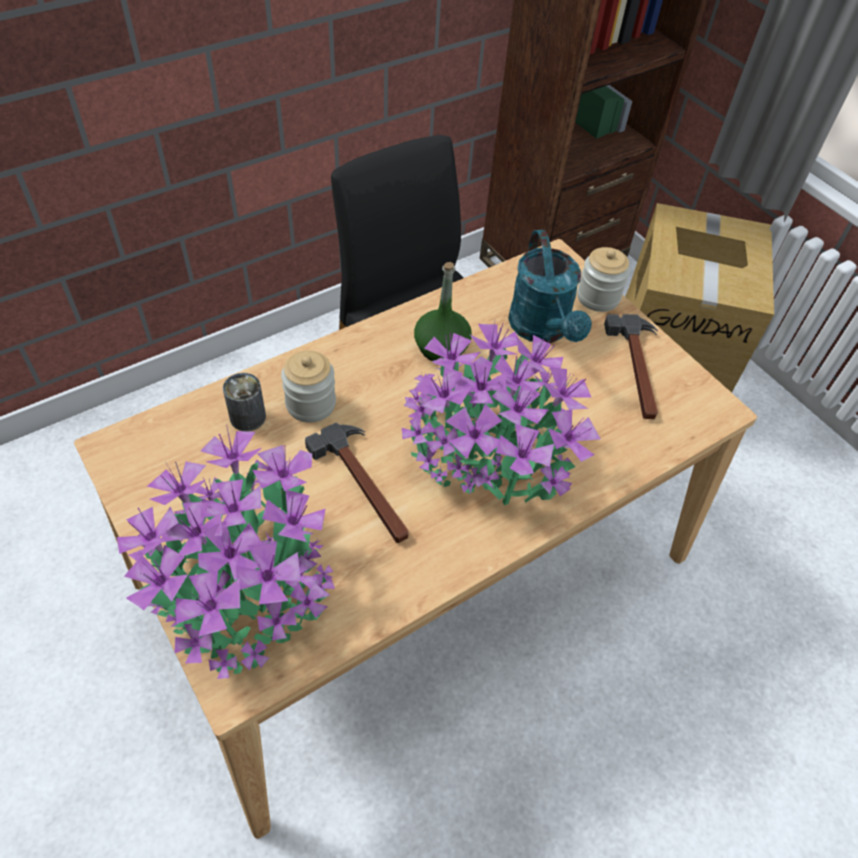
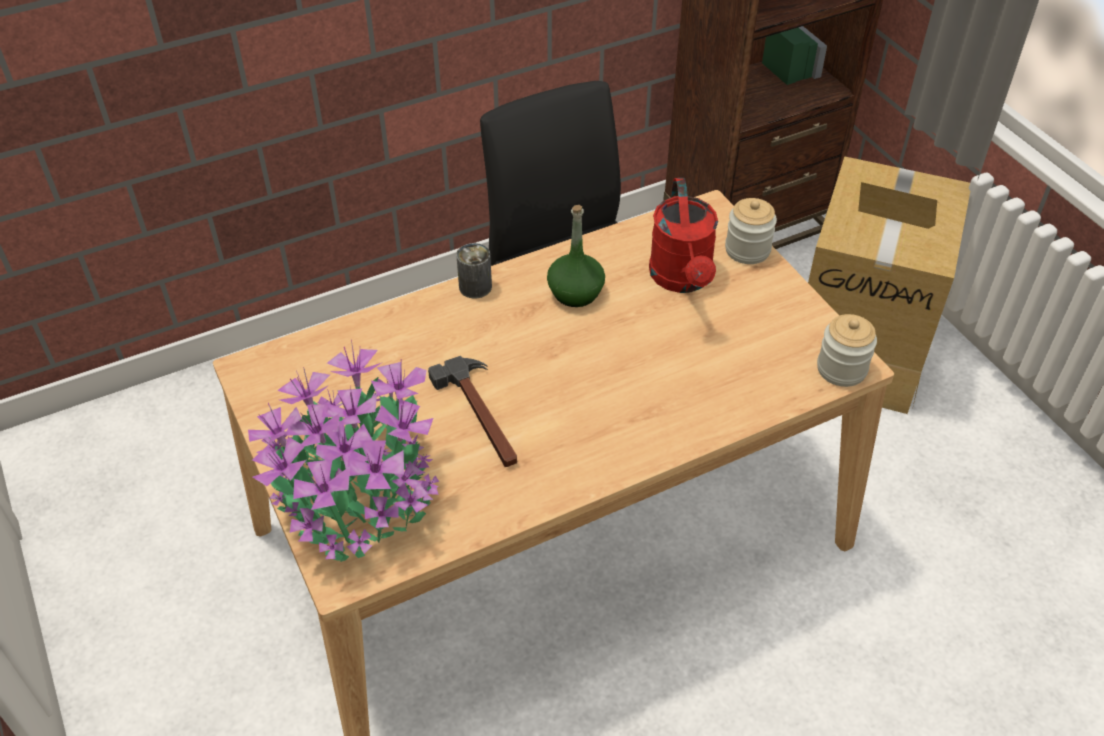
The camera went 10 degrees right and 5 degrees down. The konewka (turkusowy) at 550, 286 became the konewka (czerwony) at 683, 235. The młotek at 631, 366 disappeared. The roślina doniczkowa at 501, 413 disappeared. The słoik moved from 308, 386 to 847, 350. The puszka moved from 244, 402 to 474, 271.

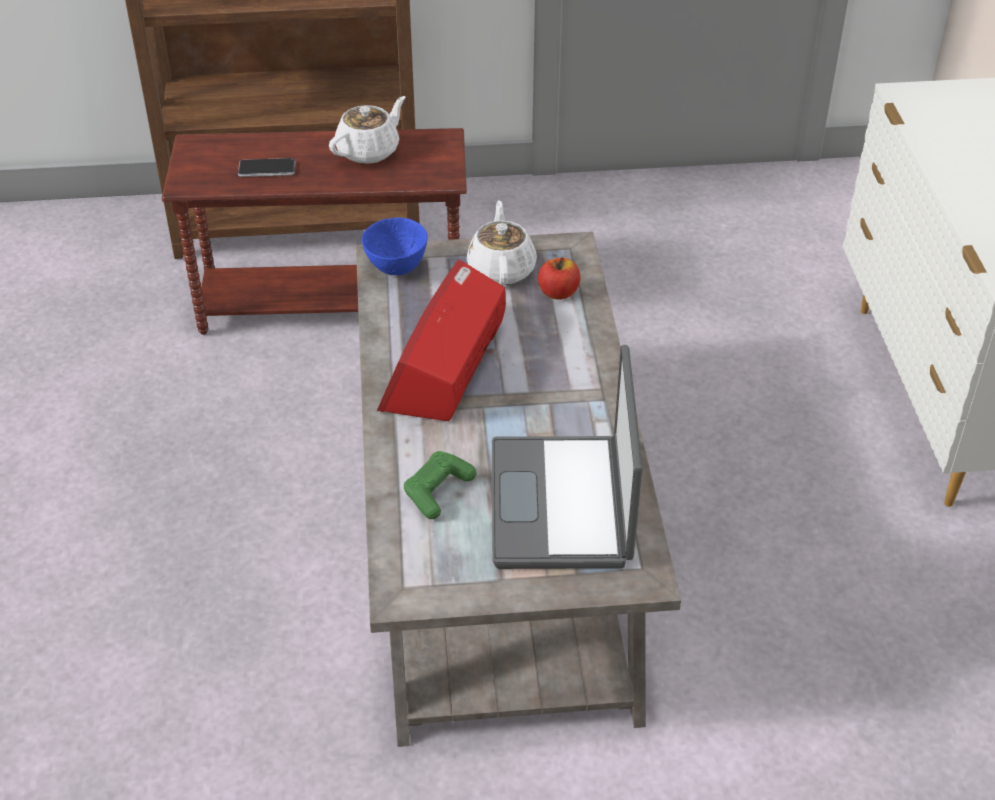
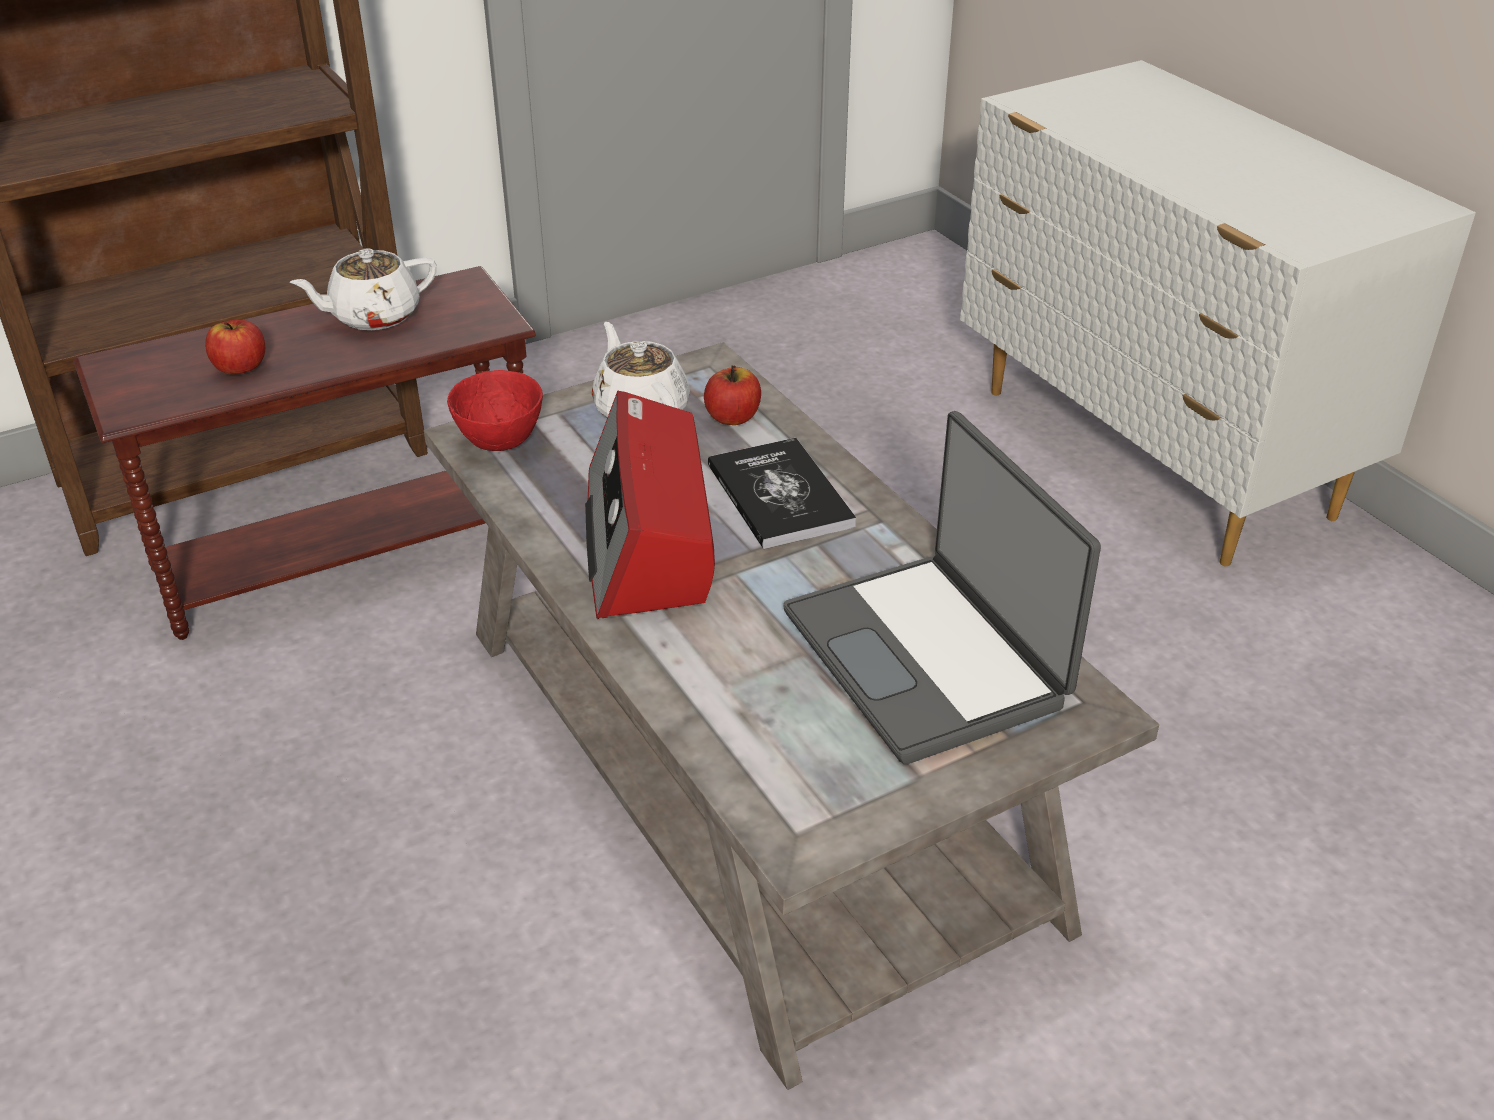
The camera went 25 degrees left and 5 degrees down. The imbryk (biały) at 367, 130 turned 135 degrees counterclockwise. The telefon at 266, 167 was replaced by the jabłko at 235, 347. The miska (niebieski) at 395, 246 became the miska (czerwony) at 495, 410. The pad do gier (zielony) at 440, 485 disappeared. The książka at 782, 493 appeared.

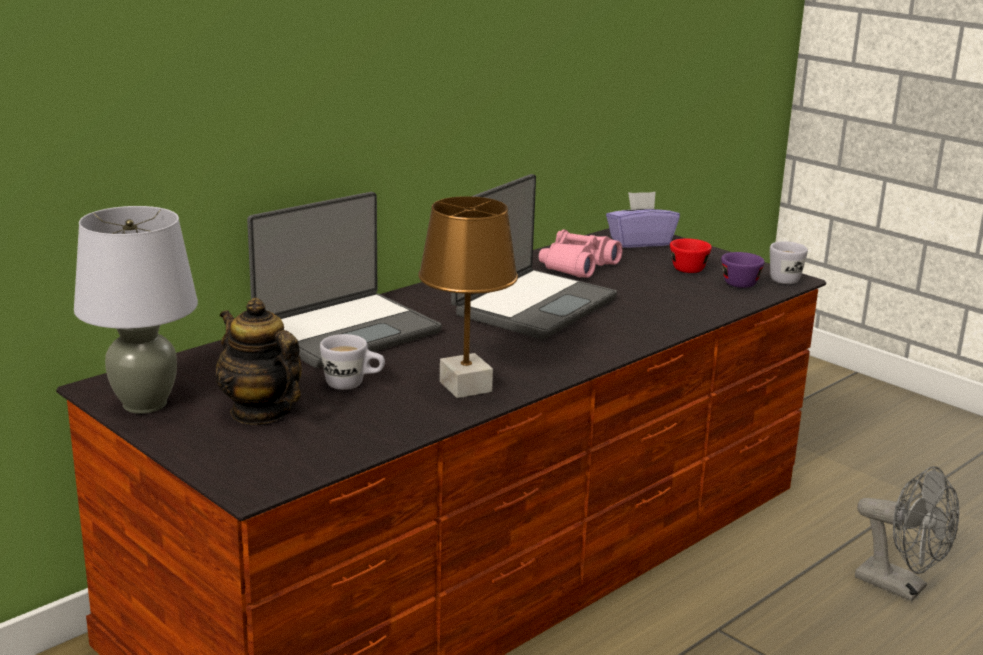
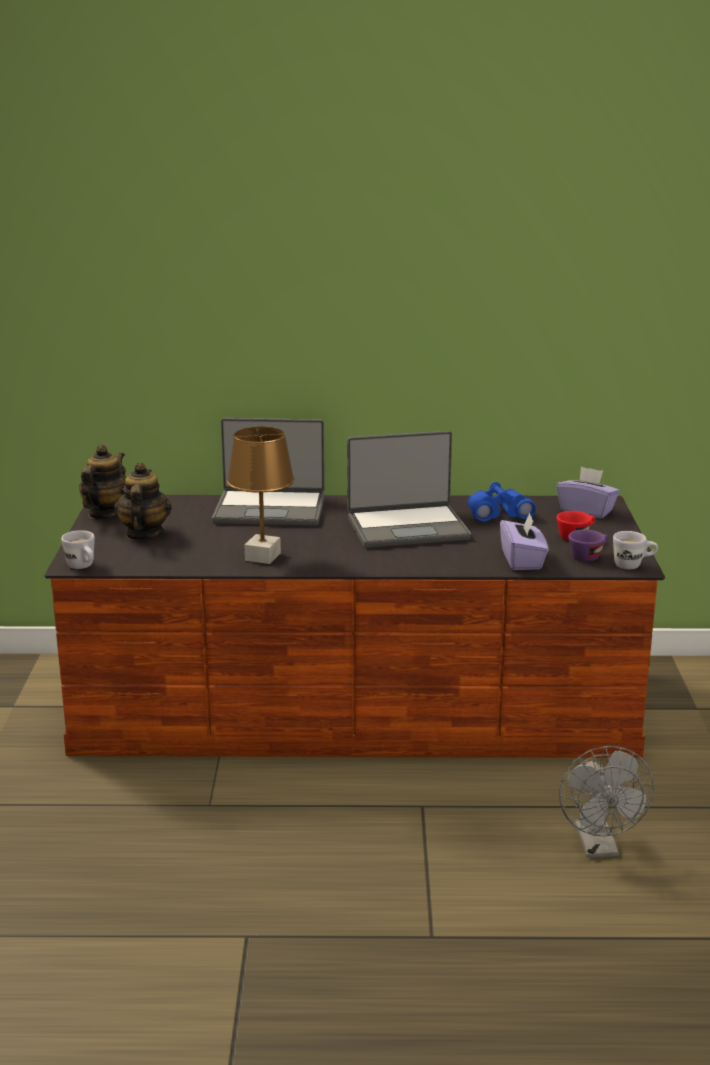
The camera went 45 degrees right and 0 degrees up. The lampa stołowa (szary) at 136, 310 was replaced by the imbryk at 102, 482. The lornetka (różowy) at 580, 253 became the lornetka (niebieski) at 501, 502. The kubek (biały) moved from 352, 362 to 78, 549. The pudełko chusteczek (fioletowy) at 524, 541 appeared.

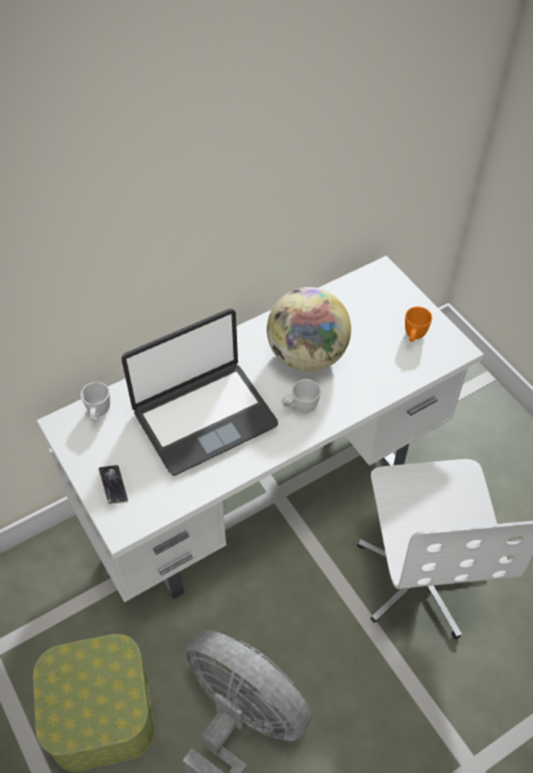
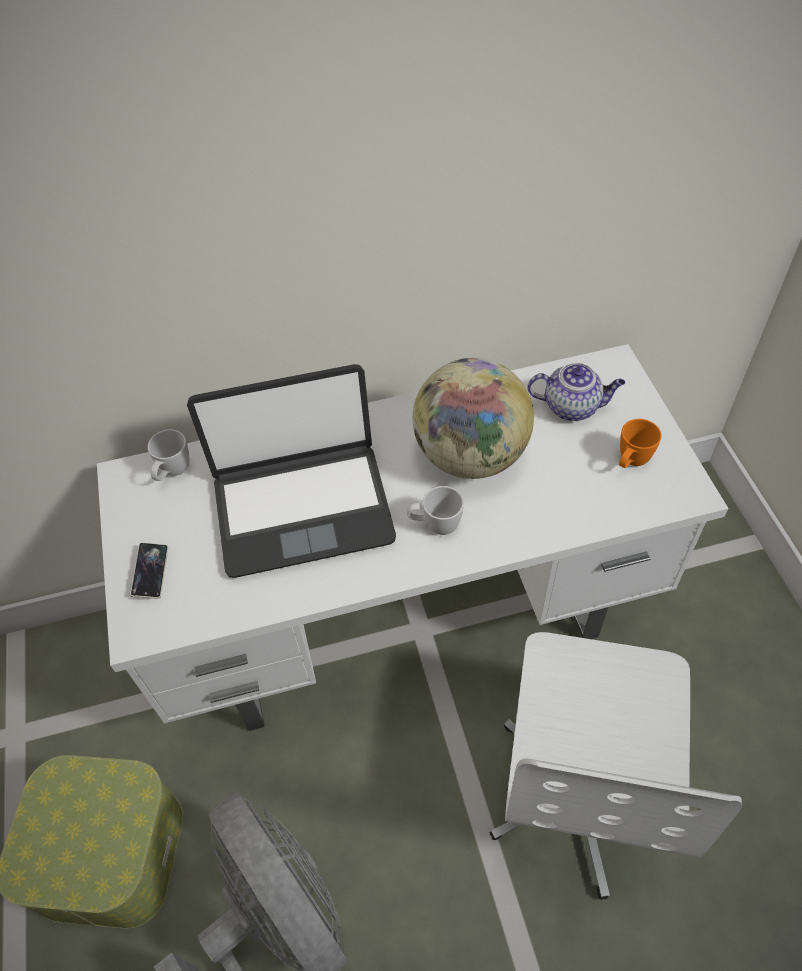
The camera went 20 degrees right and 0 degrees up. The imbryk at 576, 392 appeared.

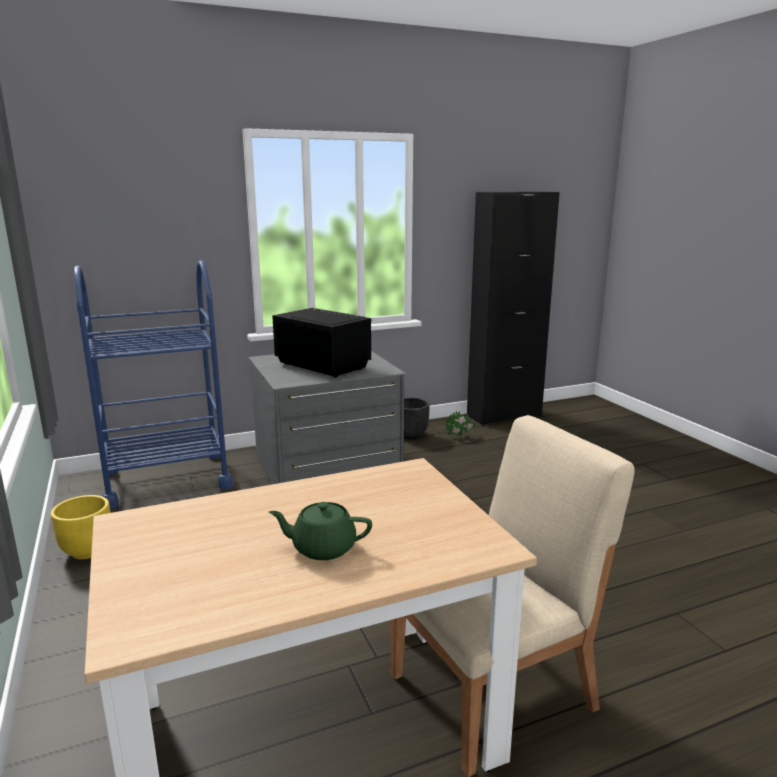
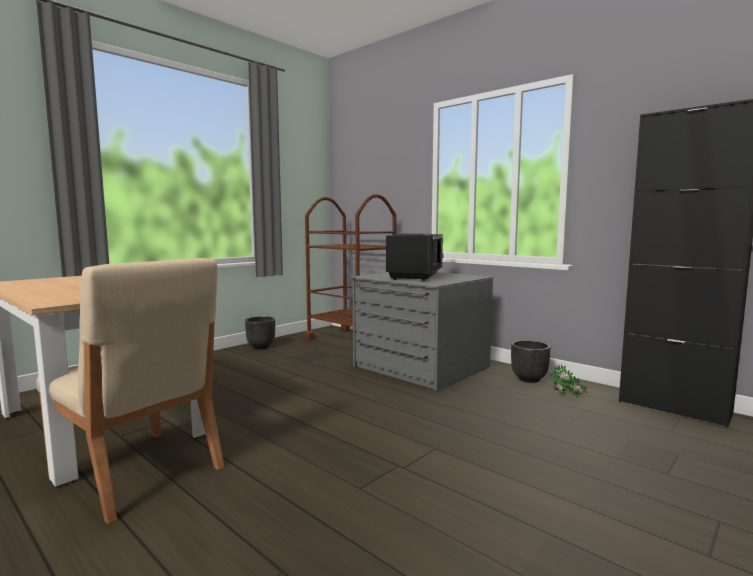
The camera went 65 degrees right and 10 degrees down. The wózek (niebieski) at 153, 384 became the wózek (brązowy) at 350, 267. The donica (żółty) at 80, 527 became the donica (czarny) at 260, 332. The imbryk (zielony) at 320, 531 disappeared.

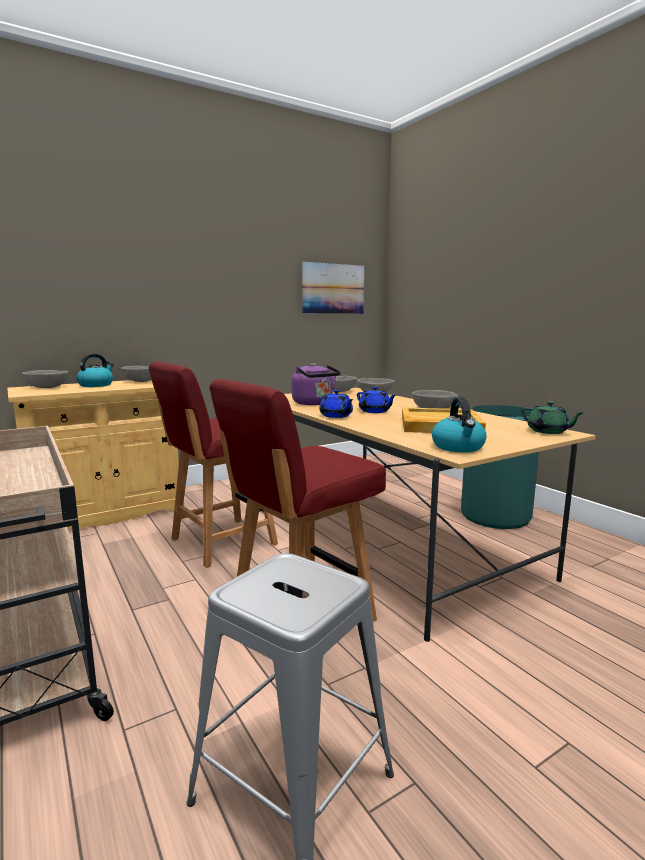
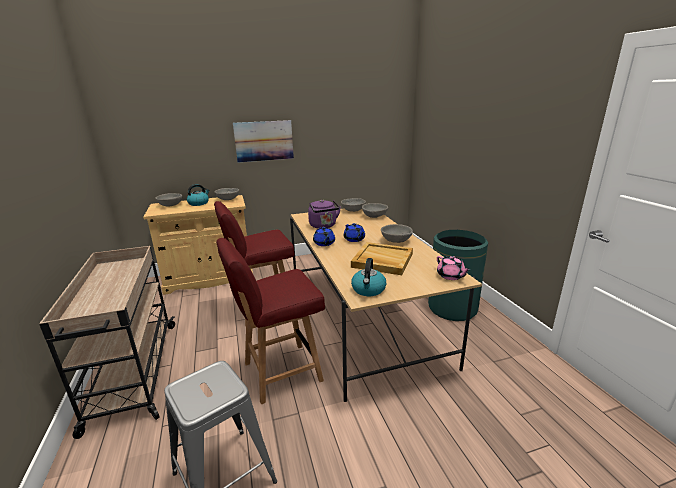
The camera went 15 degrees right and 10 degrees up. The obraz moved from 333, 288 to 263, 141. The imbryk (zielony) at 552, 418 became the imbryk (różowy) at 453, 268.

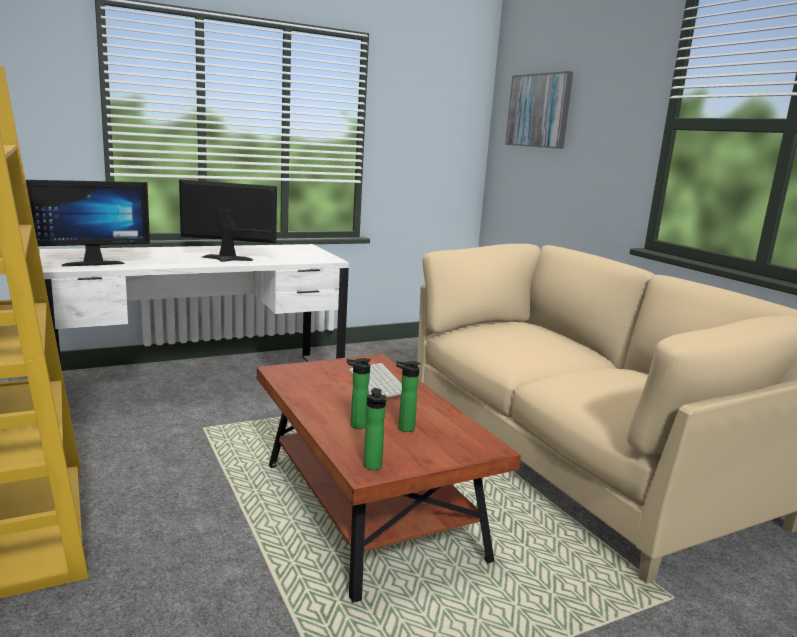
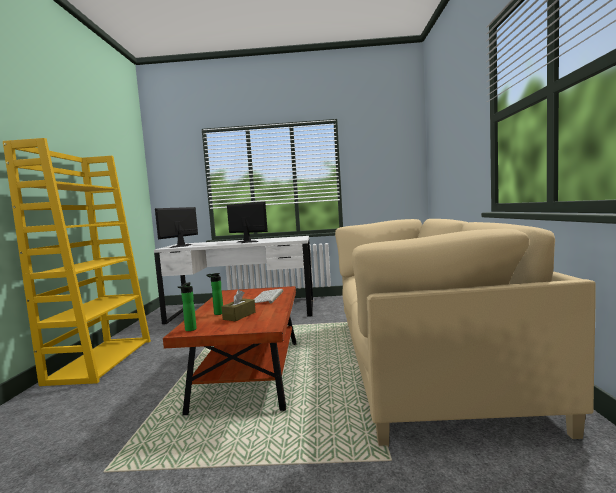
The camera went 30 degrees right and 10 degrees down. The obraz at 539, 110 disappeared. The monitor at 88, 223 turned 120 degrees clockwise. The butelka at 408, 396 was replaced by the pudełko chusteczek (brązowy) at 238, 305.

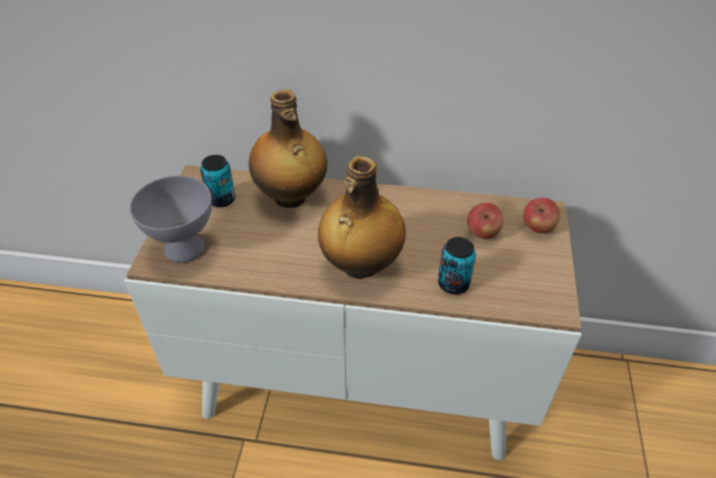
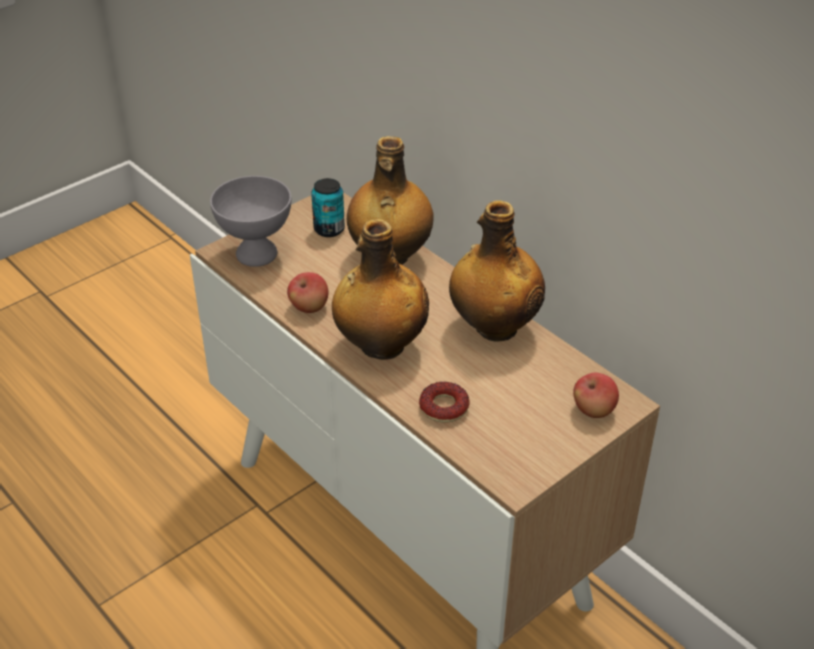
The camera went 40 degrees right and 5 degrees down. The jabłko moved from 485, 221 to 307, 292. The puszka at 457, 265 was replaced by the donut at 444, 402. The butelka at 497, 271 appeared.

